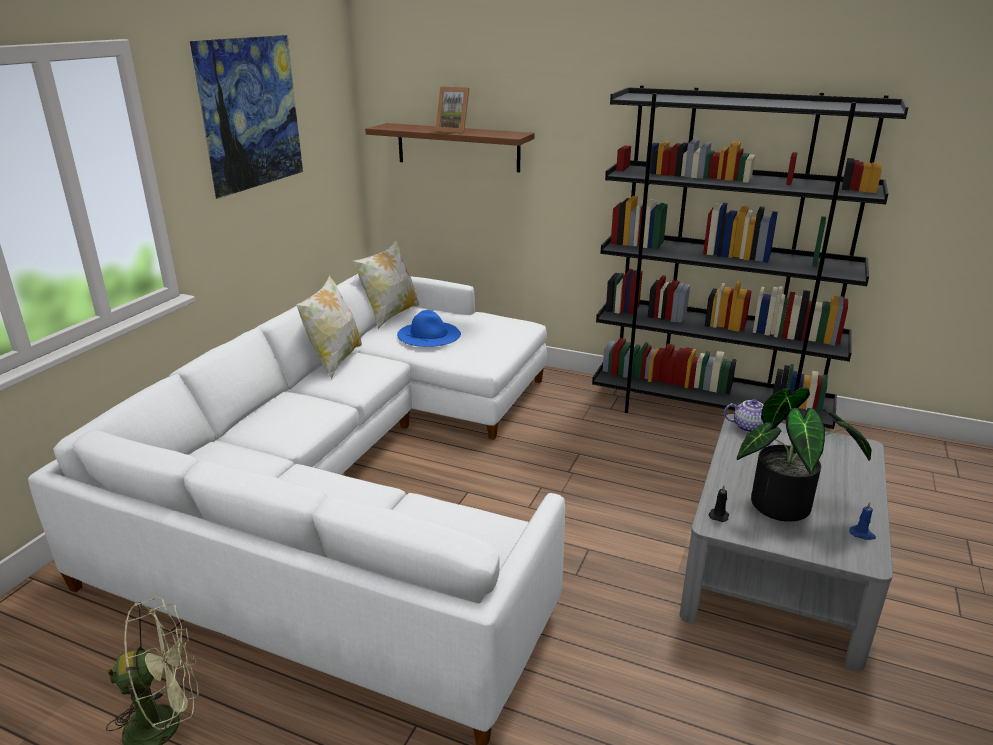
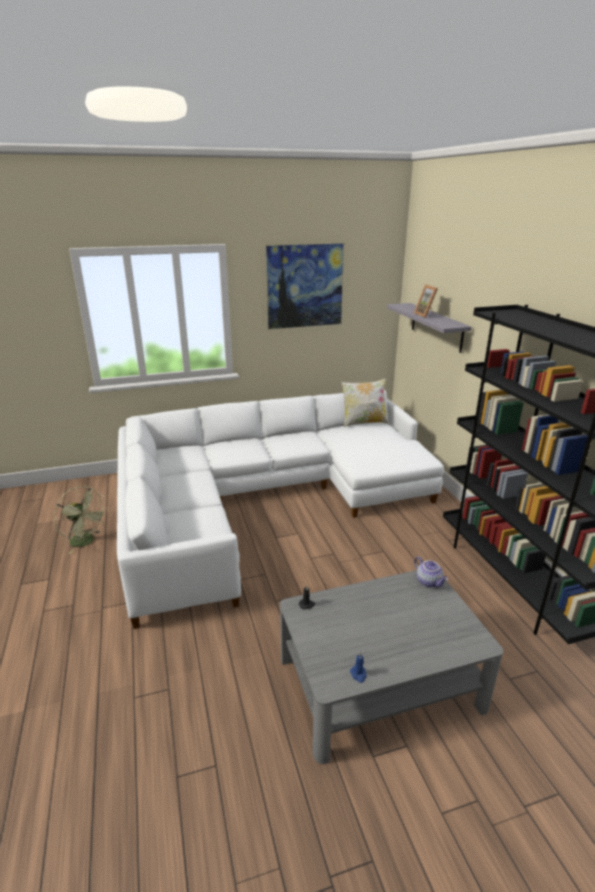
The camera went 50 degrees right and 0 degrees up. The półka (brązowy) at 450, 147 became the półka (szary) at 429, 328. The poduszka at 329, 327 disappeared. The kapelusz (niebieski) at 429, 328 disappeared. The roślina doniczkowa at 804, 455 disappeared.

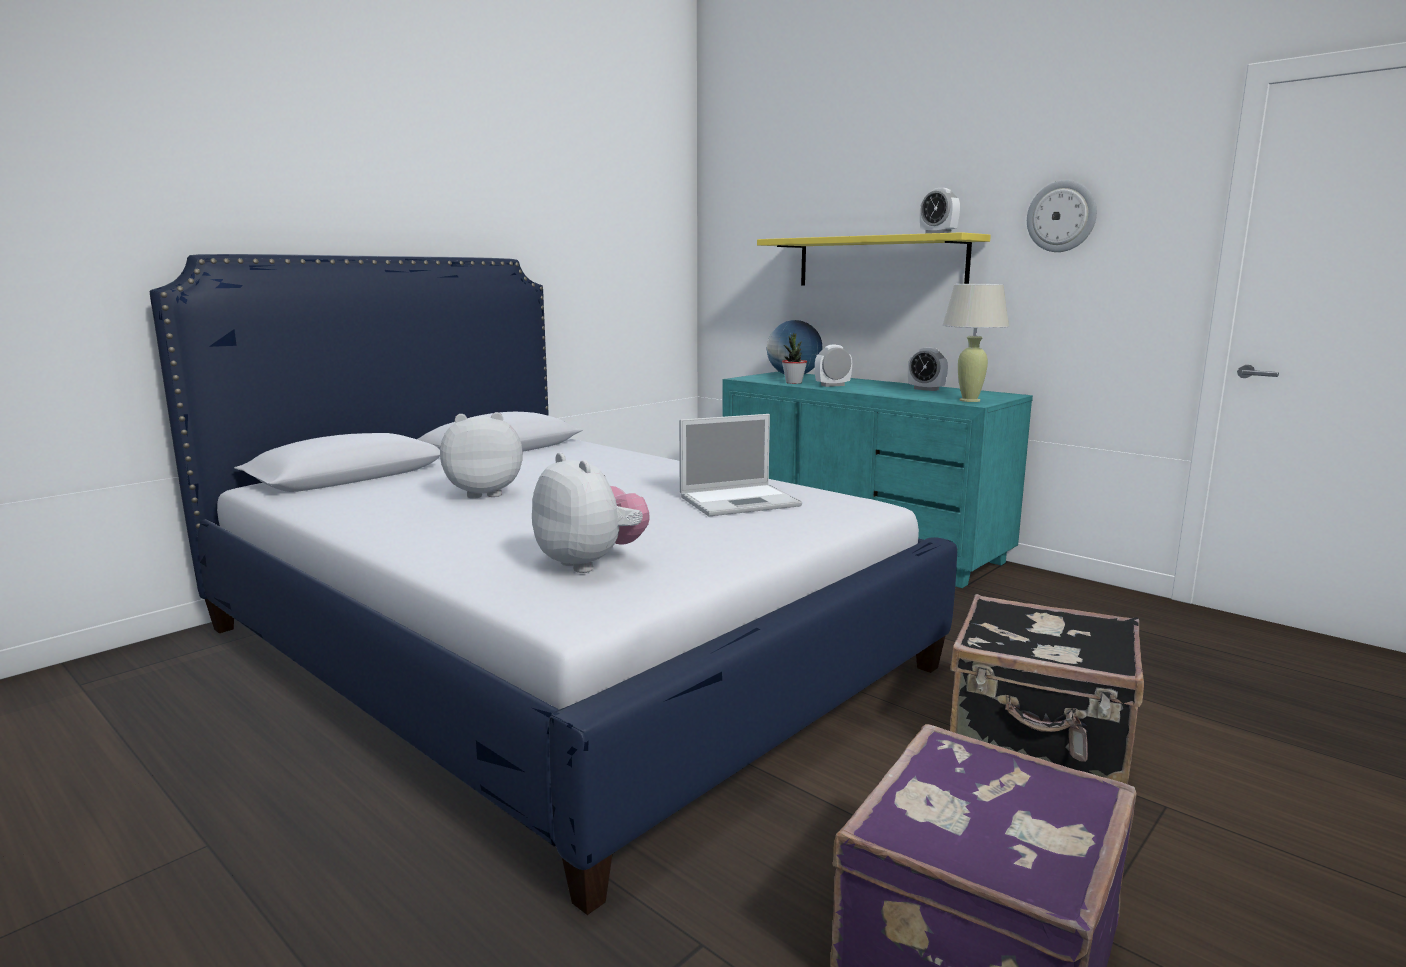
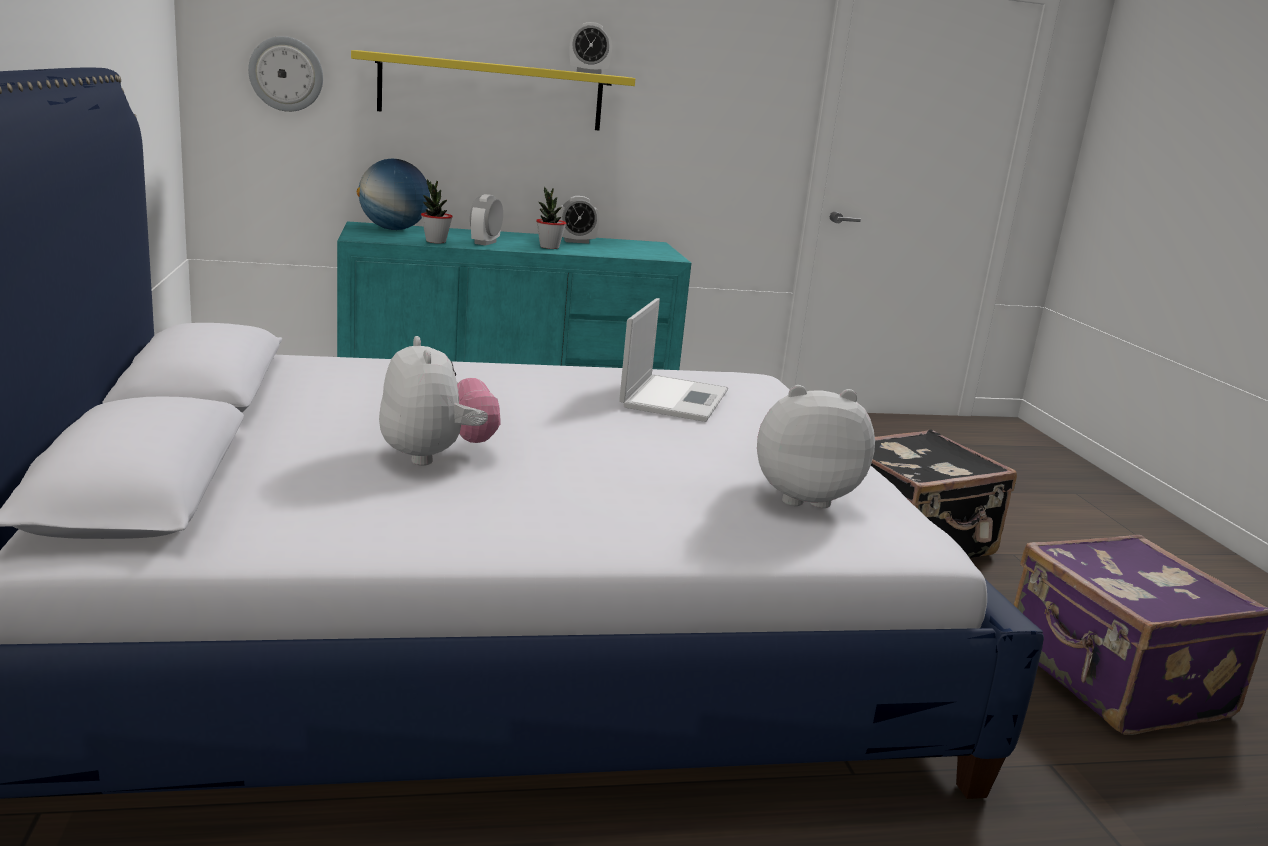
The camera went 55 degrees left and 5 degrees up. The zegar ścienny moved from 1062, 216 to 285, 74. The lampa stołowa (beżowy) at 976, 343 disappeared. The pluszak at 481, 455 turned 135 degrees clockwise. The roślina doniczkowa at 551, 218 appeared.

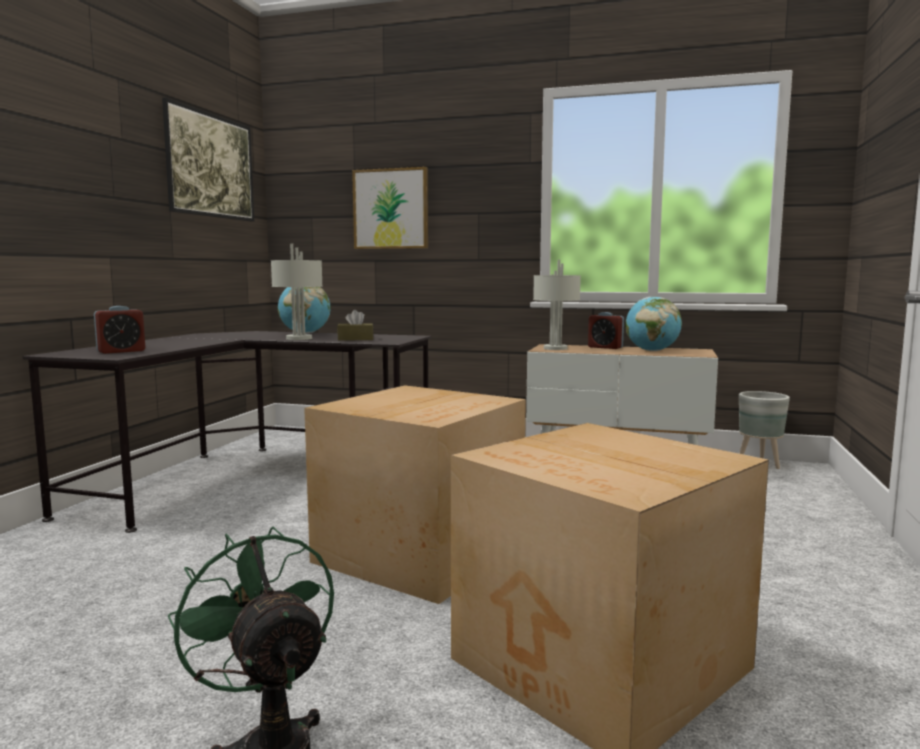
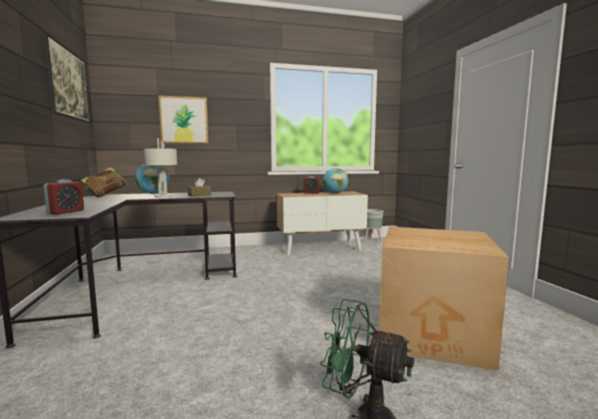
The camera went 30 degrees left and 0 degrees up. The lampa stołowa (szary) at 557, 305 disappeared. The karton at 415, 495 disappeared. The książka at 104, 183 appeared.

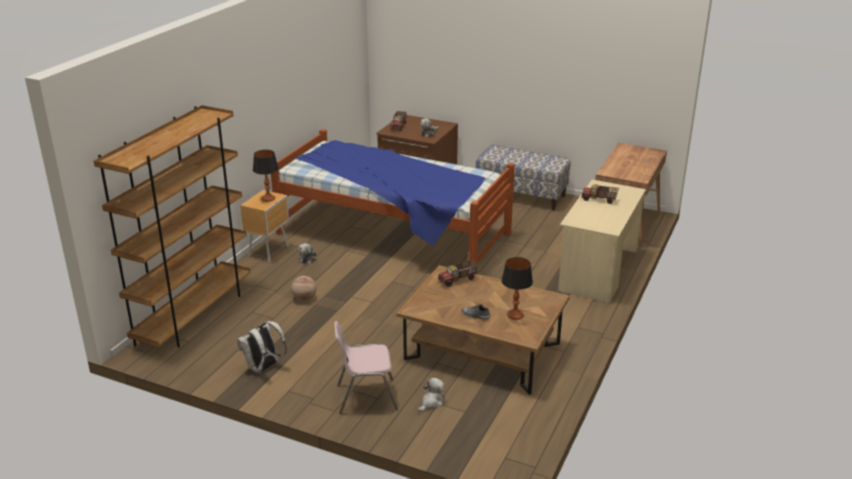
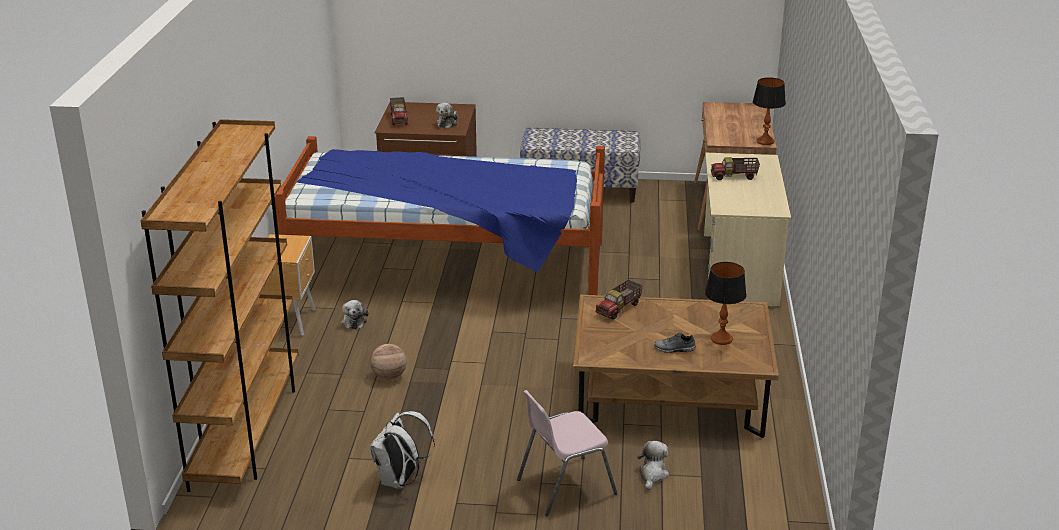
The camera went 20 degrees left and 0 degrees up. The lampa stołowa moved from 265, 176 to 769, 111.

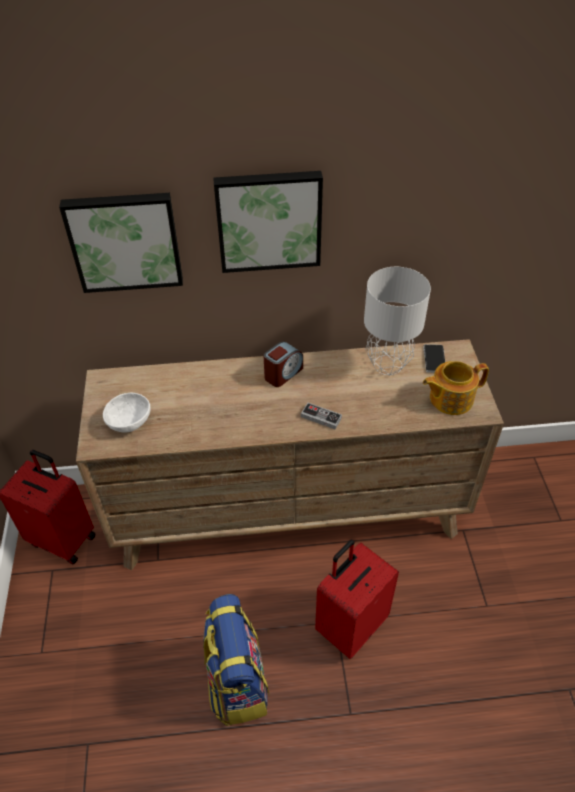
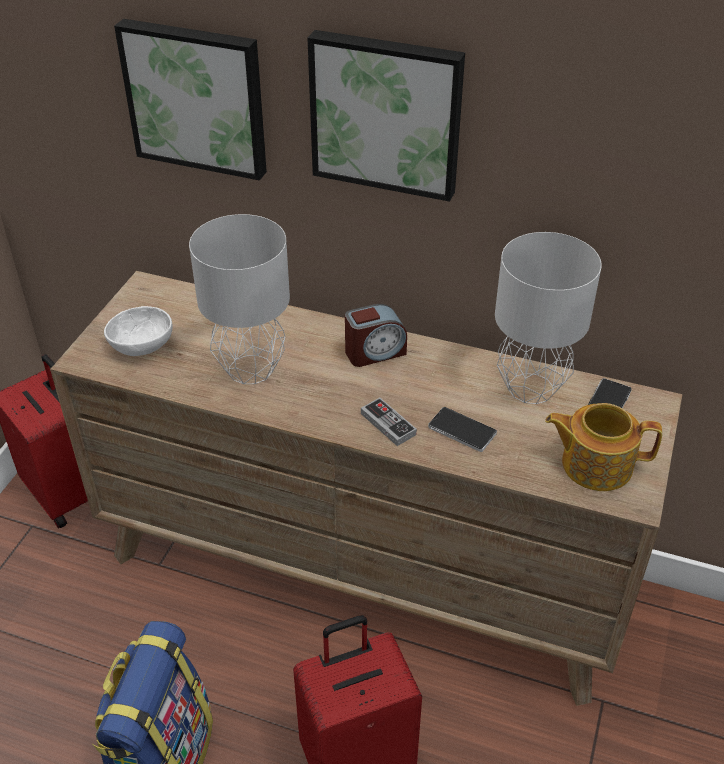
The camera went 25 degrees right and 5 degrees down. The lampa stołowa (szary) at 239, 299 appeared. The telefon at 462, 429 appeared.

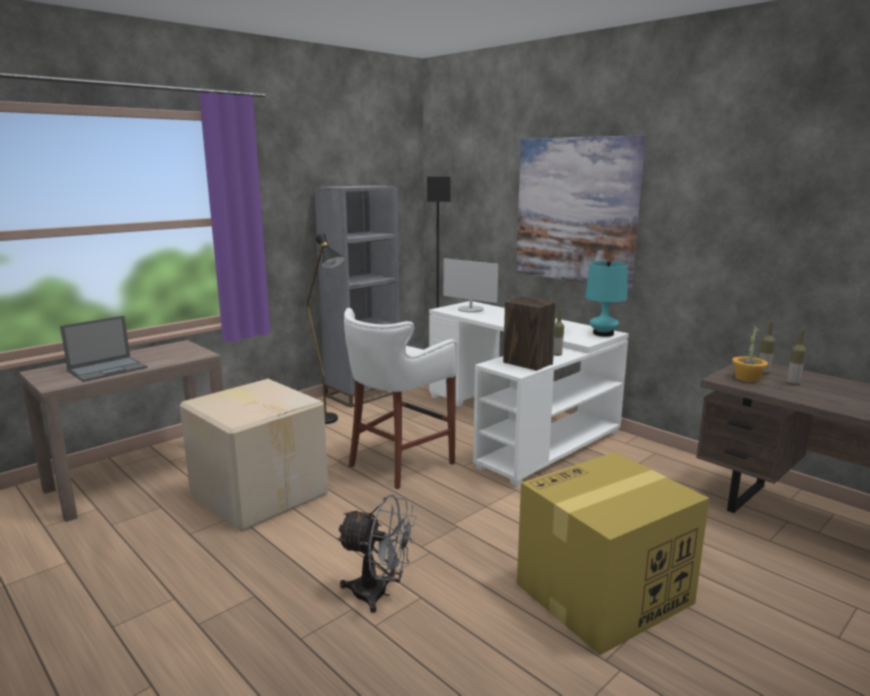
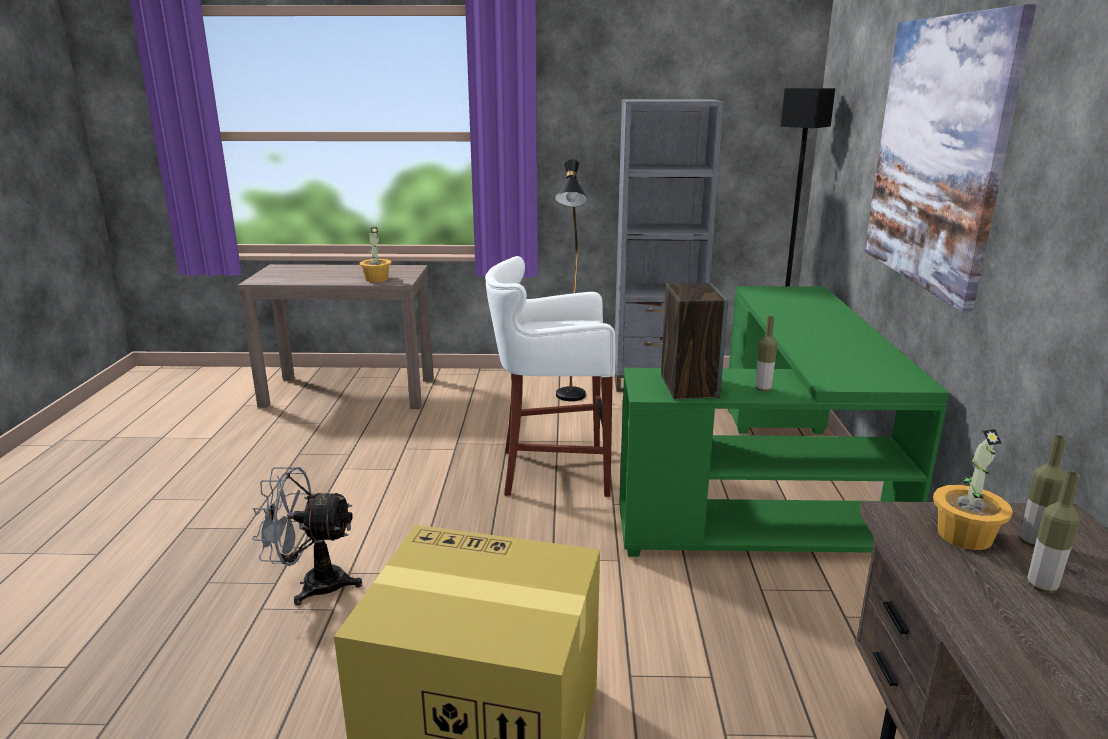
The camera went 45 degrees right and 5 degrees up. The monitor at 470, 285 disappeared. The lampa stołowa (turkusowy) at 606, 299 disappeared. The biurko (biały) at 529, 393 became the biurko (zielony) at 784, 421. The laptop at 103, 349 disappeared. The karton at 254, 455 disappeared. The wentylator (szary) at 376, 553 turned 120 degrees clockwise. The roślina doniczkowa at 376, 254 appeared.

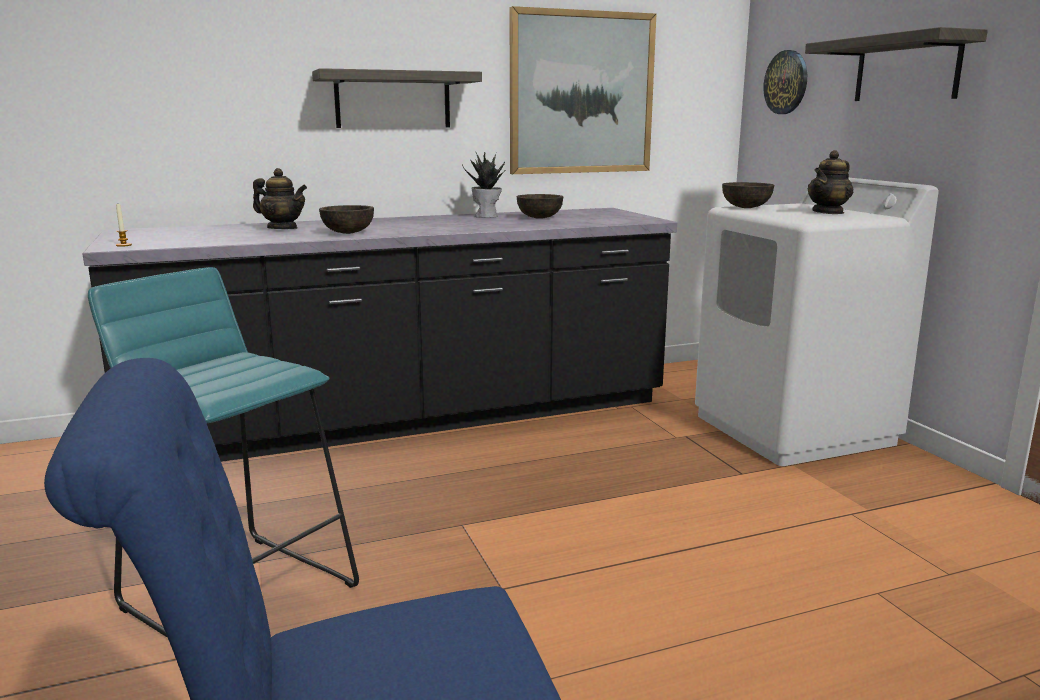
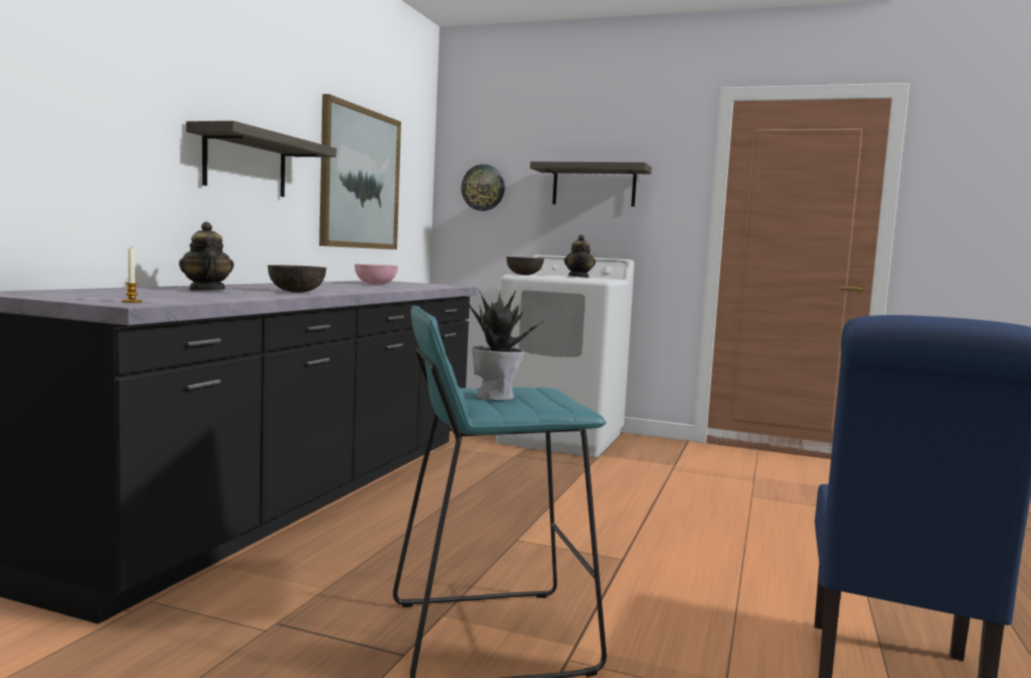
The camera went 50 degrees left and 10 degrees down. The roślina doniczkowa moved from 483, 184 to 507, 344. The imbryk at 280, 198 turned 90 degrees counterclockwise. The miska (brązowy) at 539, 206 became the miska (różowy) at 376, 274.

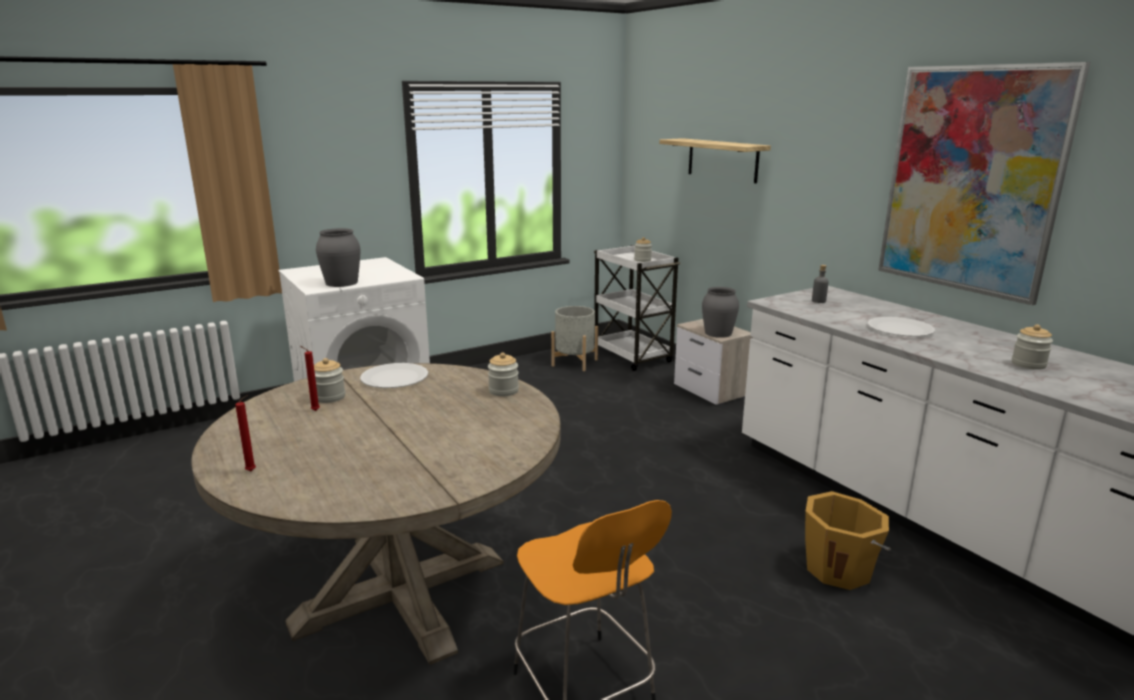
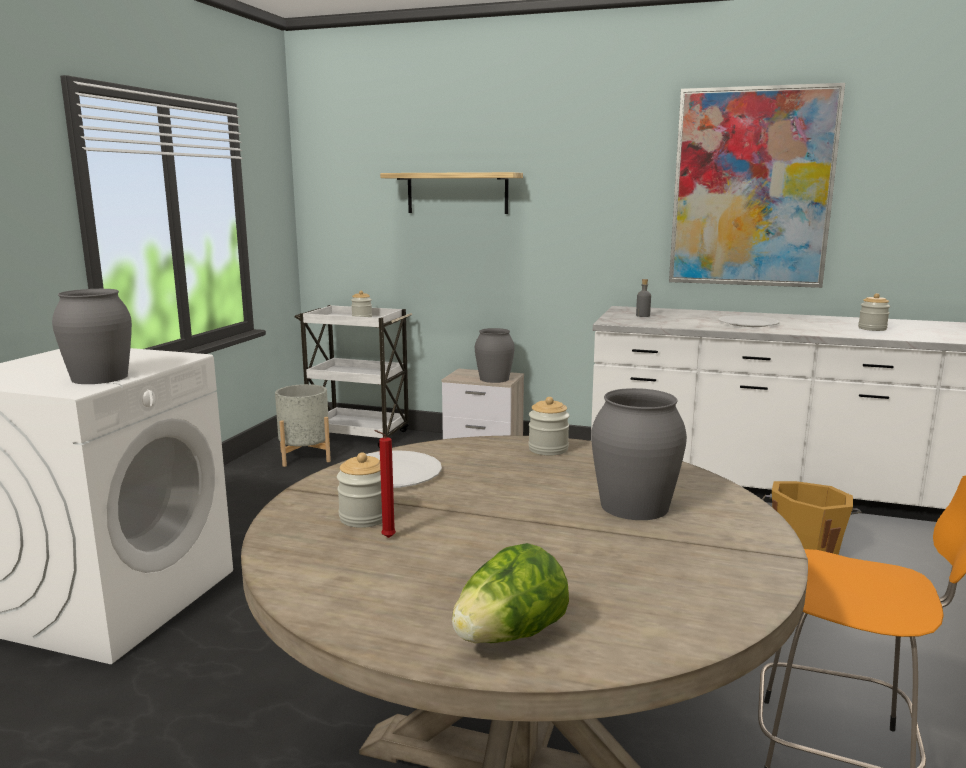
The camera went 40 degrees left and 5 degrees down. The świeca (czerwony) at 245, 433 was replaced by the sałata at 510, 593. The wazon (szary) at 639, 454 appeared.

